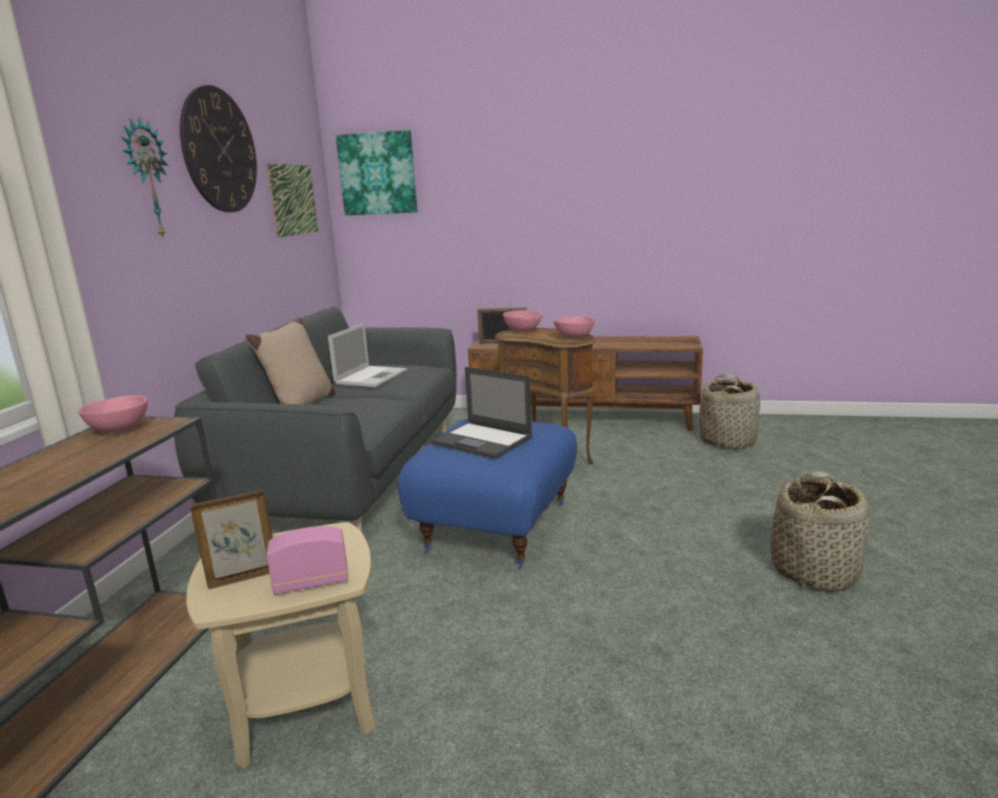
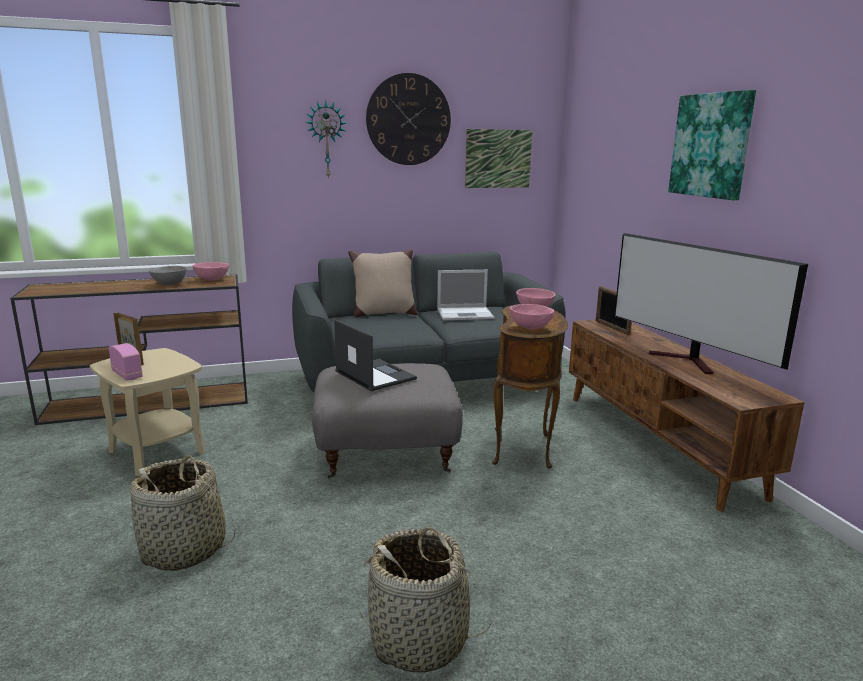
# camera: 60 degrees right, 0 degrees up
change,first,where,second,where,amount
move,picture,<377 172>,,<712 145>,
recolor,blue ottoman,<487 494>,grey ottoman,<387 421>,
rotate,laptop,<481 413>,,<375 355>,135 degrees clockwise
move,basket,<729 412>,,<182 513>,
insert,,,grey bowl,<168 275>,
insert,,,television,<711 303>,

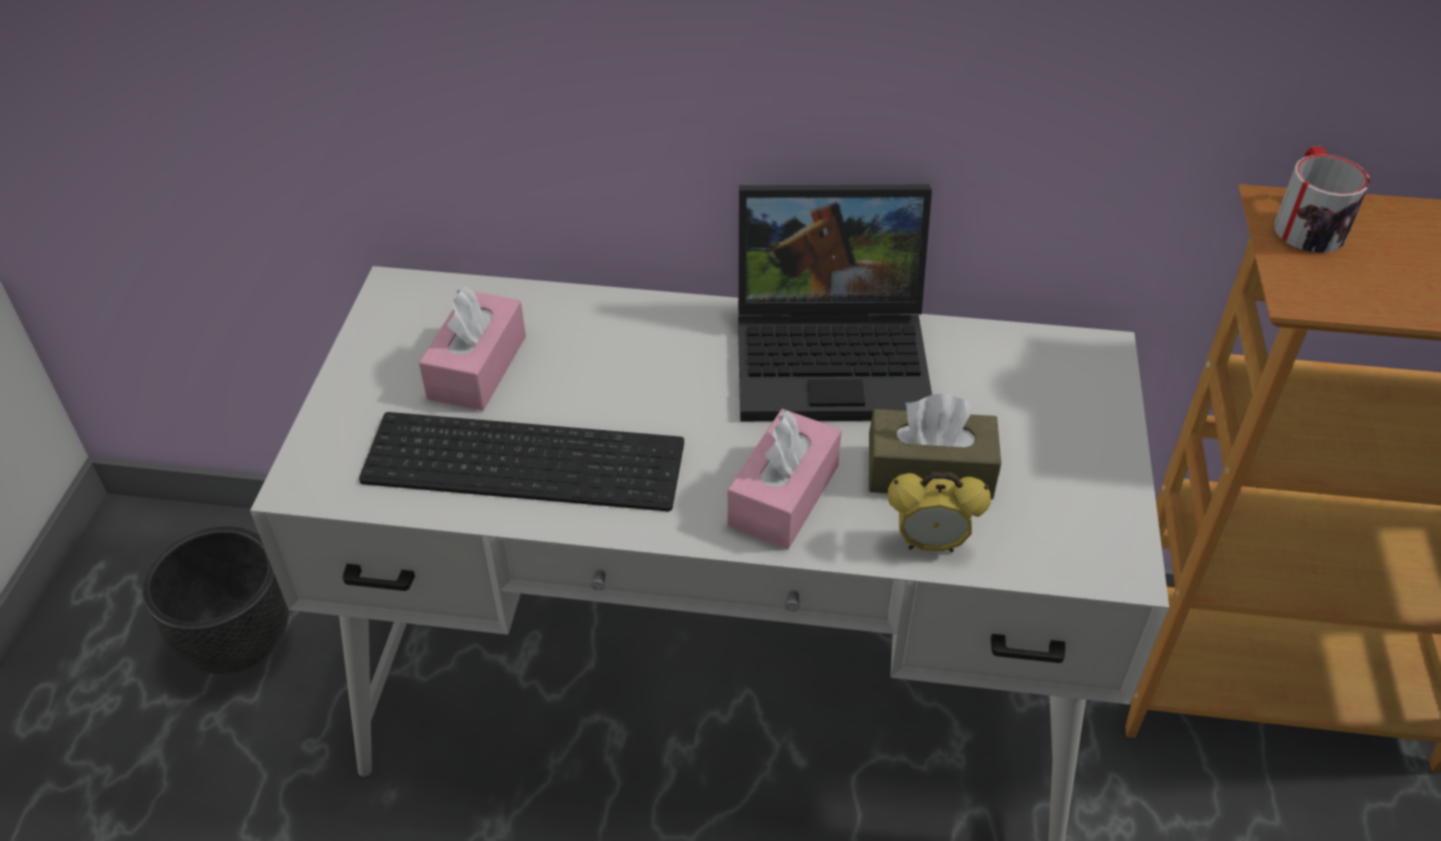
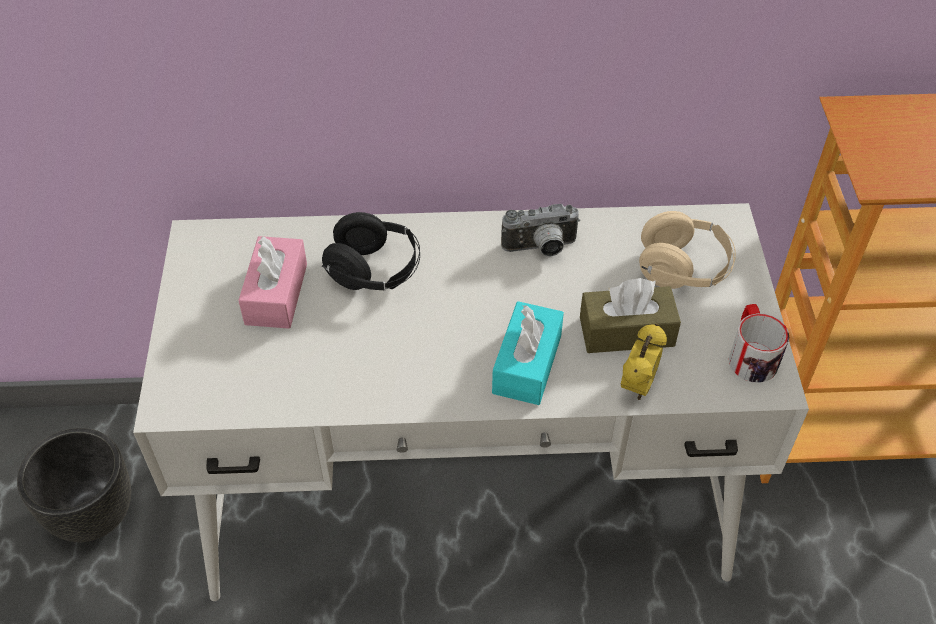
# camera: 10 degrees left, 5 degrees up
change,first,where,second,where,amount
delete,keyboard,<521 461>,,,
recolor,pink tissue box,<784 479>,turquoise tissue box,<528 353>,
replace,laptop,<835 303>,photo camera,<540 230>,
rotate,alarm clock,<939 512>,,<644 361>,60 degrees counterclockwise
move,mug,<1322 199>,,<759 343>,
insert,,,black headphones,<371 251>,
insert,,,beige headphones,<687 250>,

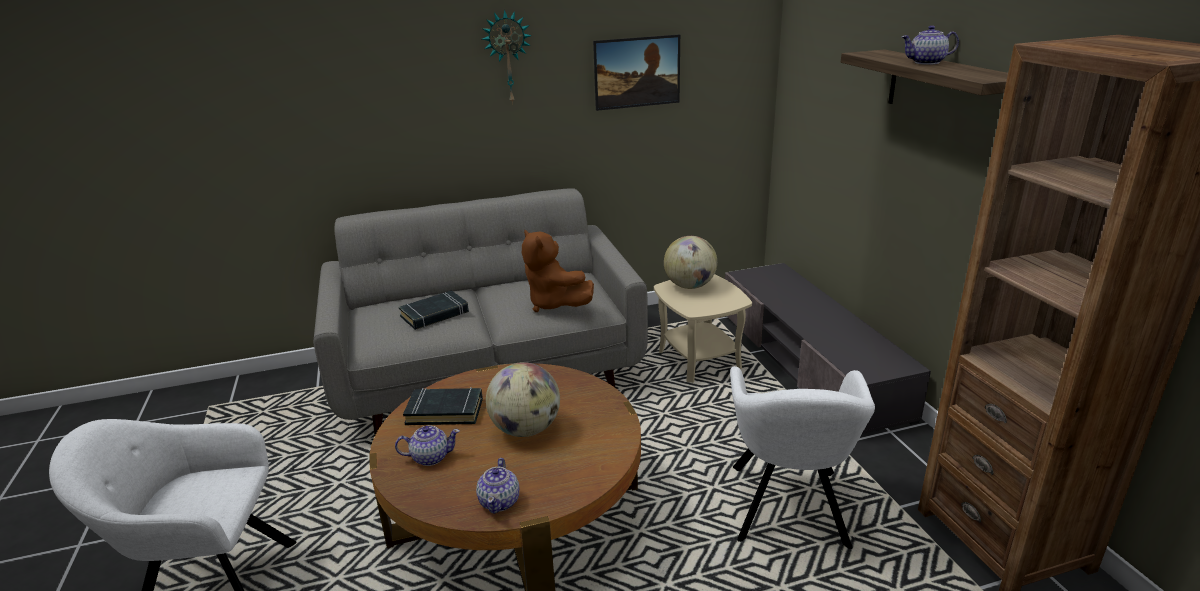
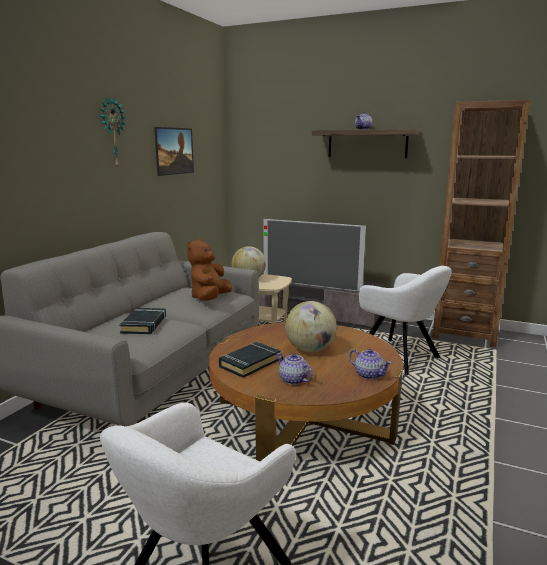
# camera: 50 degrees left, 10 degrees down
change,first,where,second,where,amount
rotate,teapot,<427 446>,,<294 369>,75 degrees counterclockwise
rotate,brown plush toy,<558 271>,,<209 270>,105 degrees clockwise
insert,,,television,<314 255>,

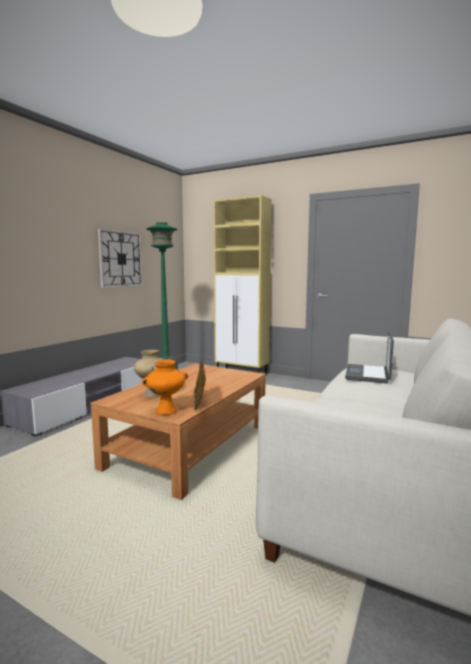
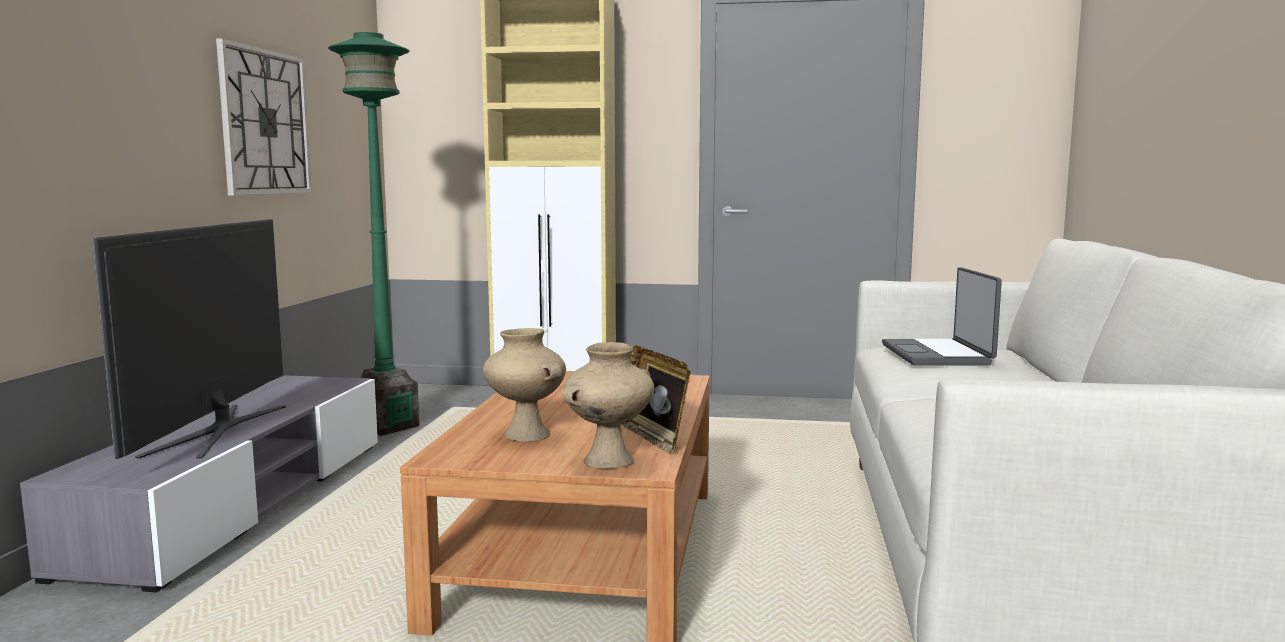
# camera: 20 degrees left, 0 degrees up
change,first,where,second,where,amount
recolor,orange vase,<165 387>,beige vase,<608 405>,
insert,,,television,<189 339>,

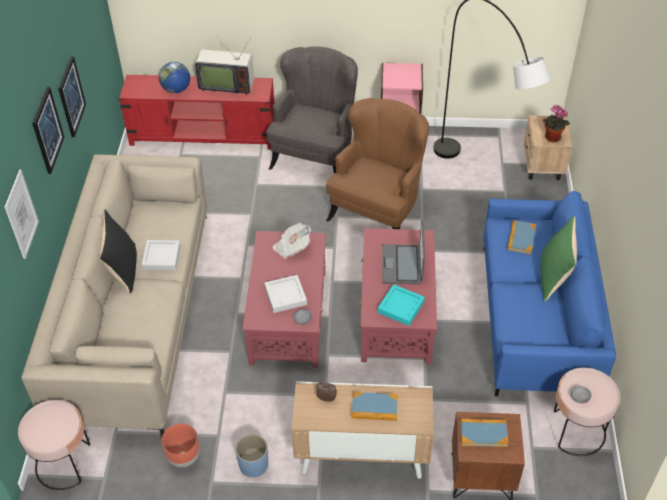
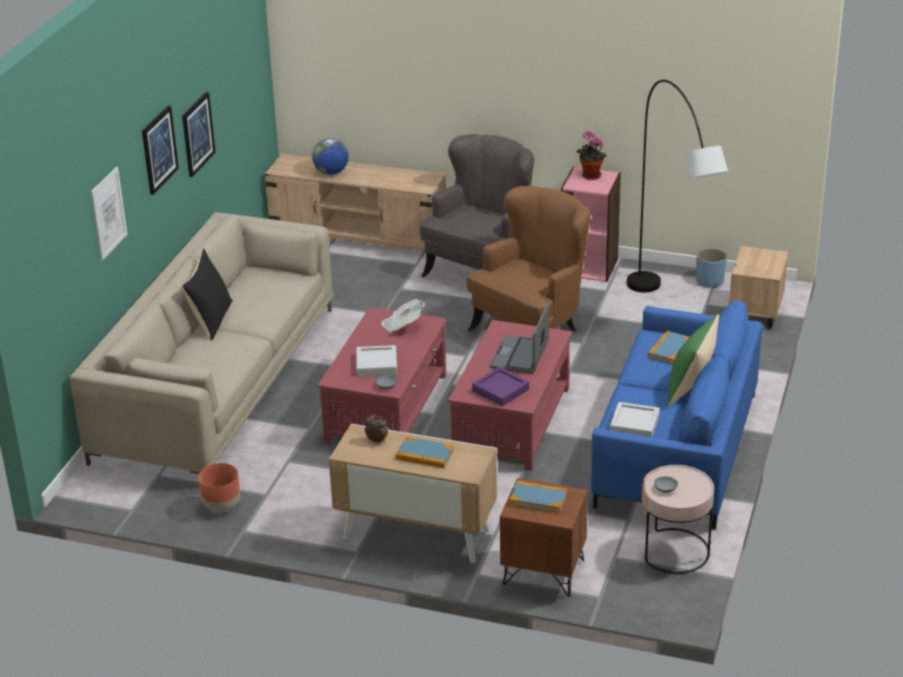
# camera: 15 degrees right, 15 degrees down
change,first,where,second,where,amount
delete,pink side table,<54 445>,,,
recolor,red tv stand,<196 112>,beige tv stand,<355 202>,
move,grey tray,<161 255>,,<635 419>,
delete,television,<224 65>,,,
move,blue planter,<251 455>,,<711 268>,
recolor,turquoise tray,<401 305>,purple tray,<500 386>,
move,potted plant,<556 123>,,<591 155>,

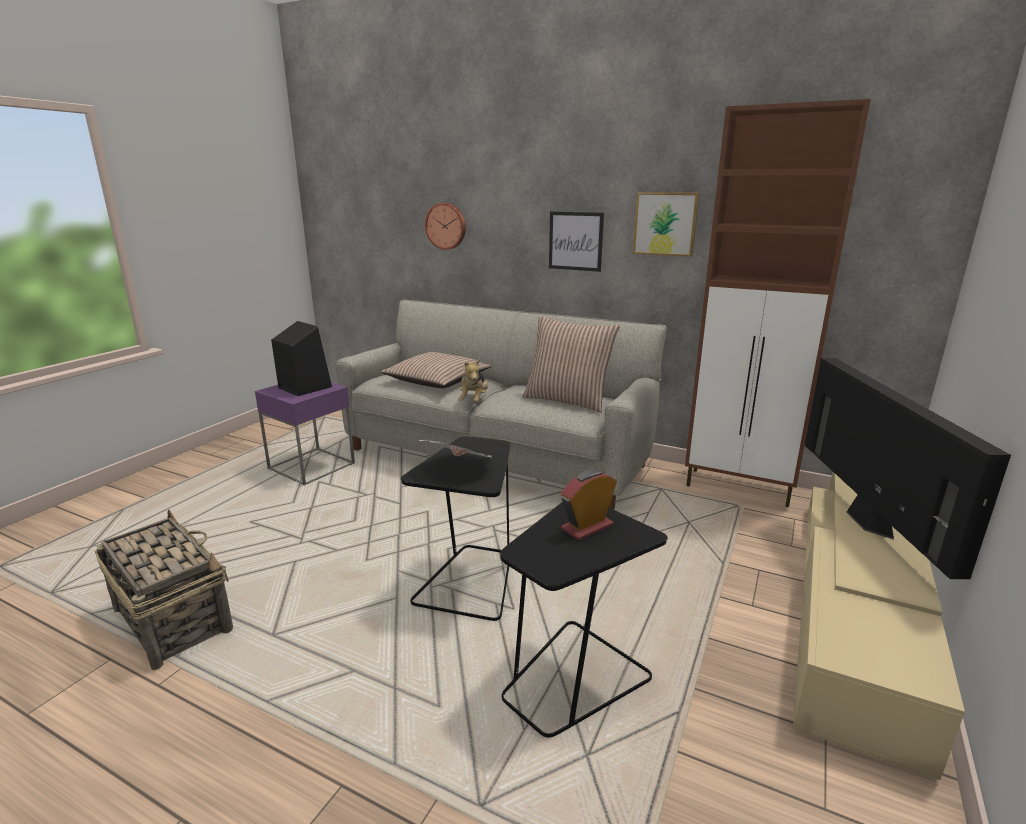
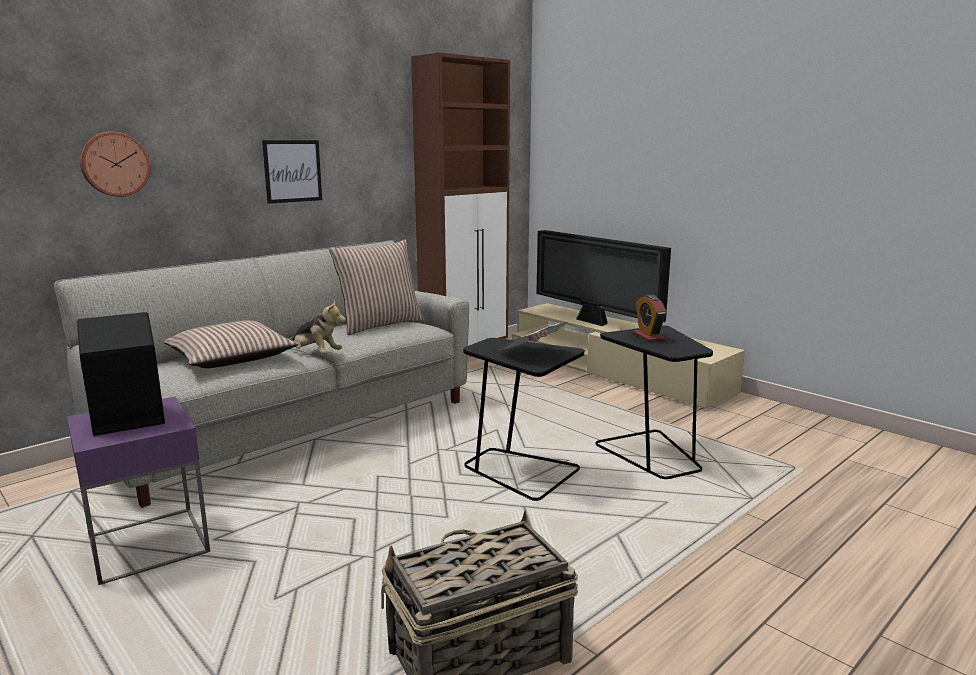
# camera: 70 degrees left, 5 degrees down
change,first,where,second,where,amount
delete,picture,<666 224>,,,
rotate,television,<907 468>,,<603 278>,150 degrees counterclockwise

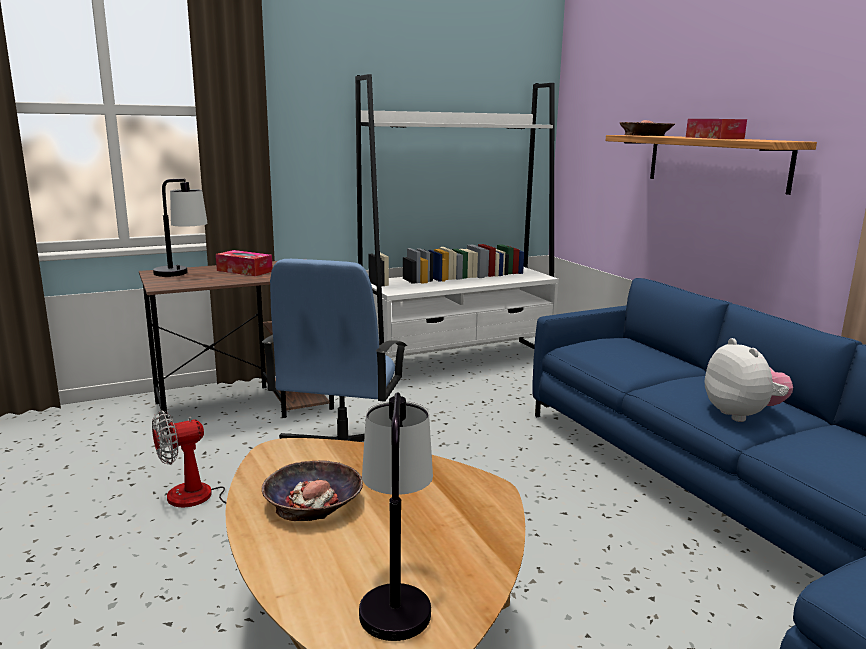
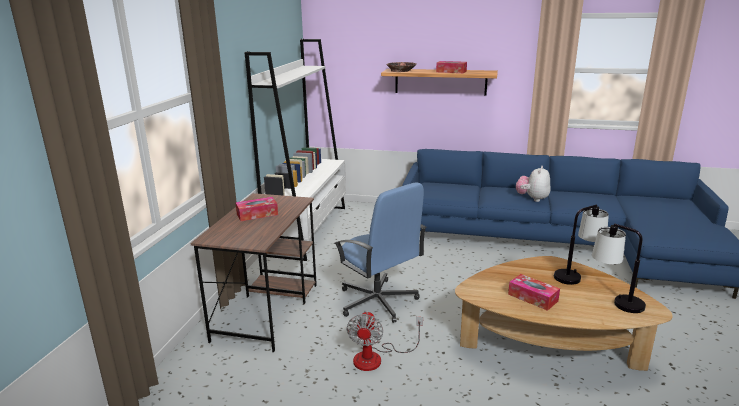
# camera: 50 degrees left, 5 degrees up
change,first,where,second,where,amount
move,table lamp,<180 228>,,<581 245>,
replace,bowl,<312 490>,tissue box,<534 292>,
rotate,plush toy,<749 380>,,<533 184>,90 degrees counterclockwise

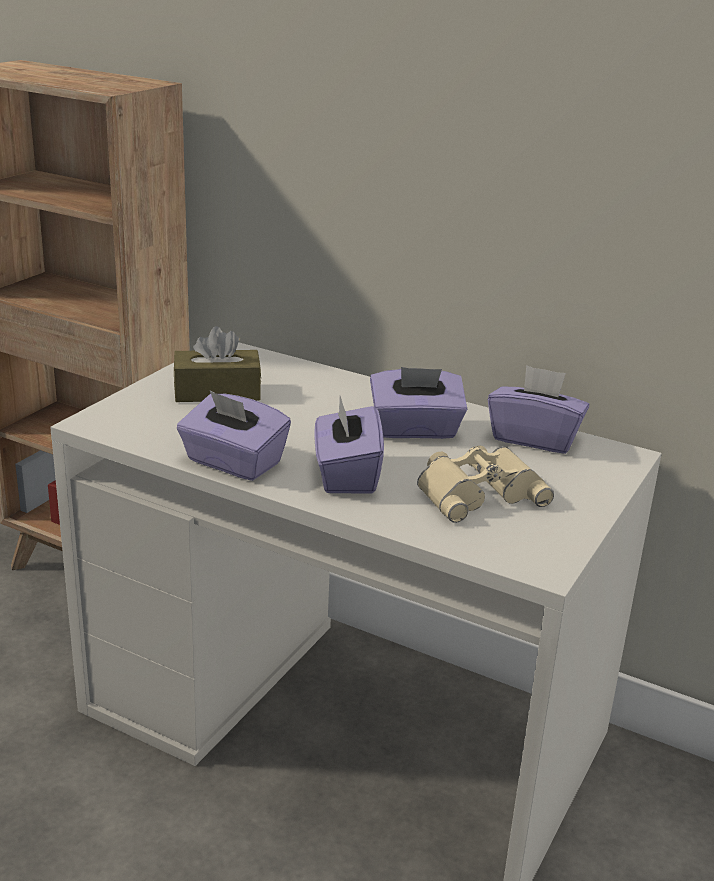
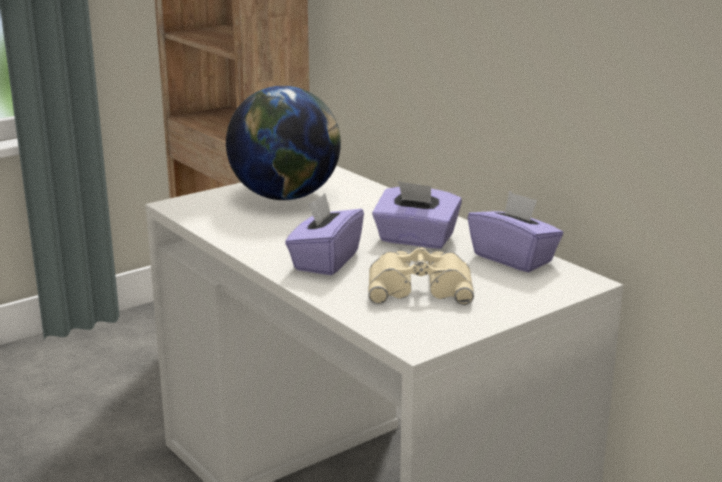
# camera: 25 degrees right, 5 degrees down
change,first,where,second,where,amount
replace,brown tissue box,<217 364>,globe,<283 143>,
delete,purple tissue box,<234 436>,,,

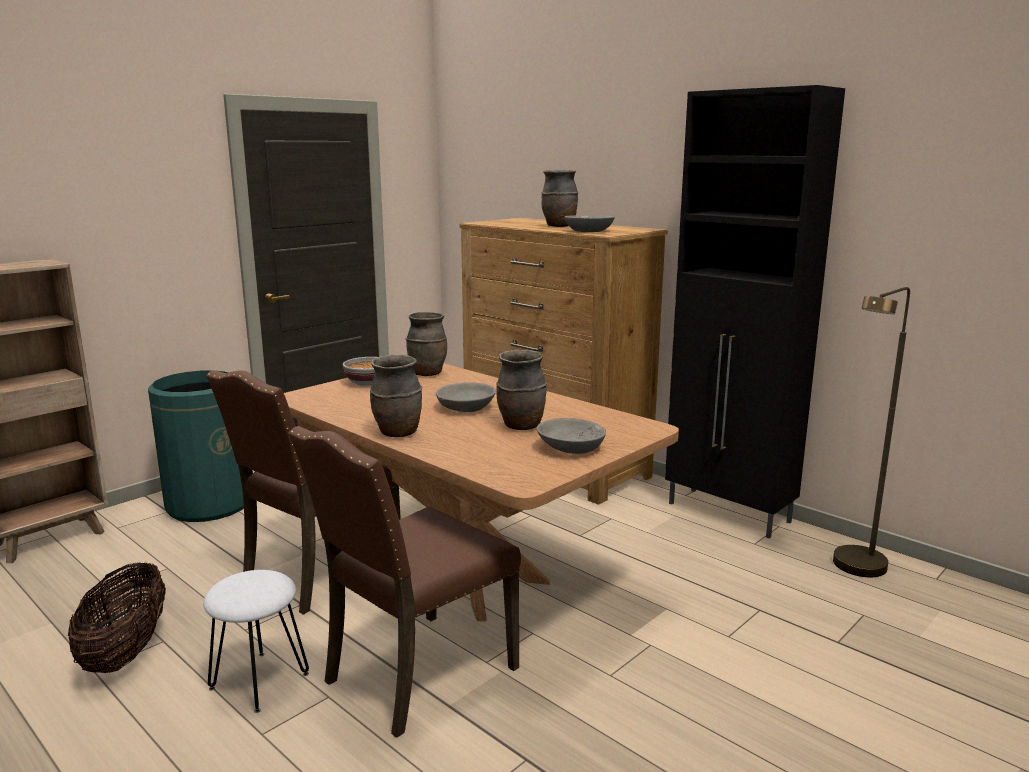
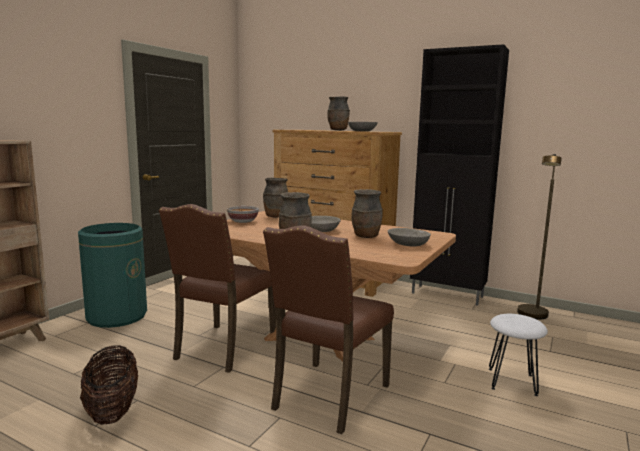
# camera: 15 degrees left, 5 degrees down
change,first,where,second,where,amount
move,white stool,<256 641>,,<518 355>,

